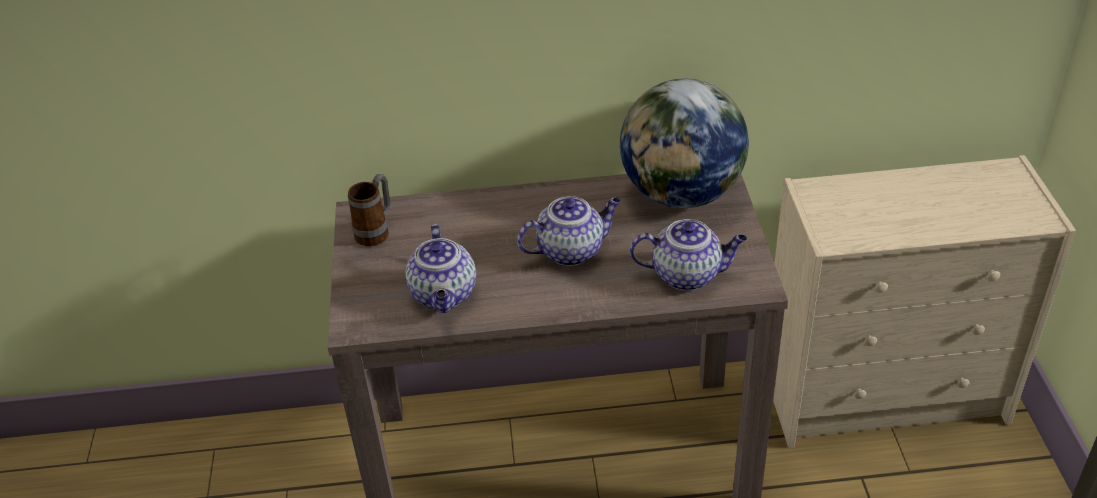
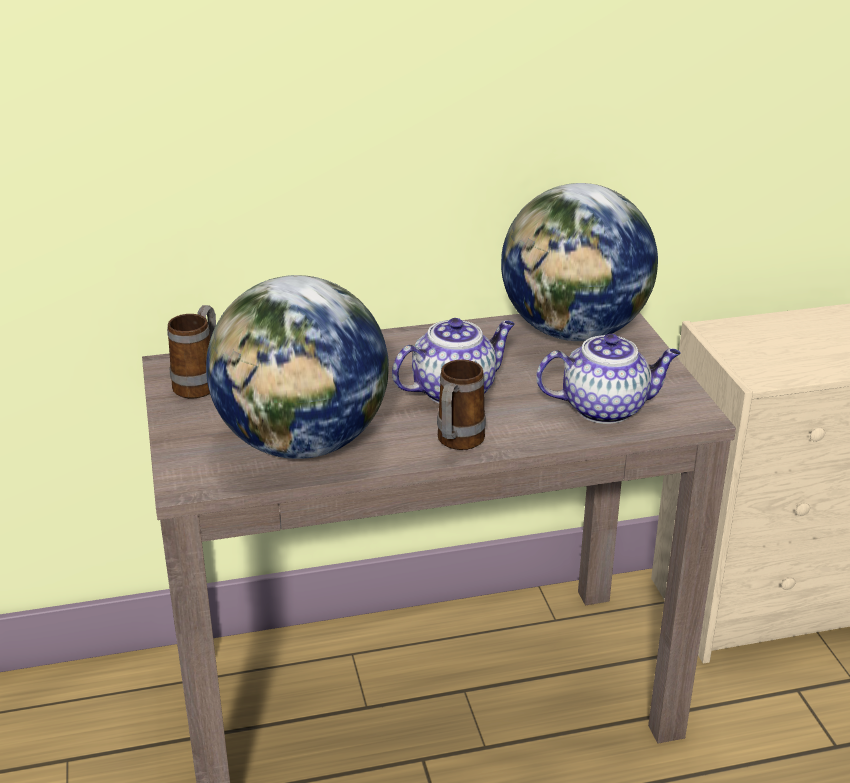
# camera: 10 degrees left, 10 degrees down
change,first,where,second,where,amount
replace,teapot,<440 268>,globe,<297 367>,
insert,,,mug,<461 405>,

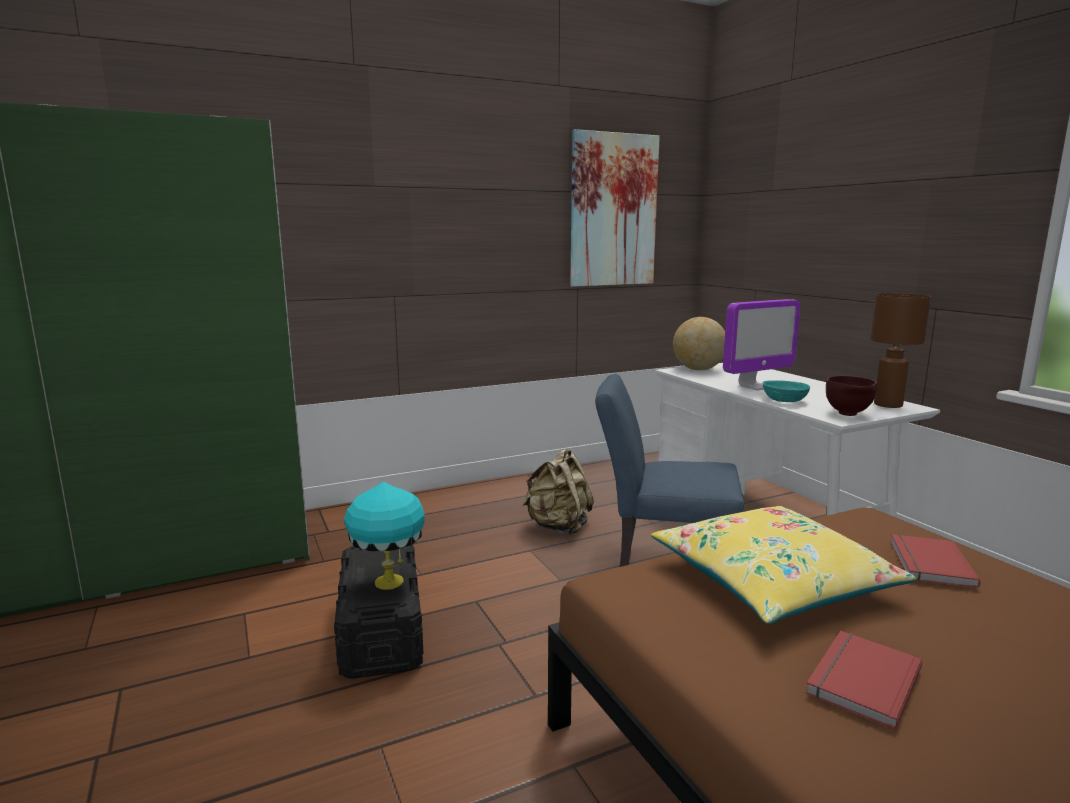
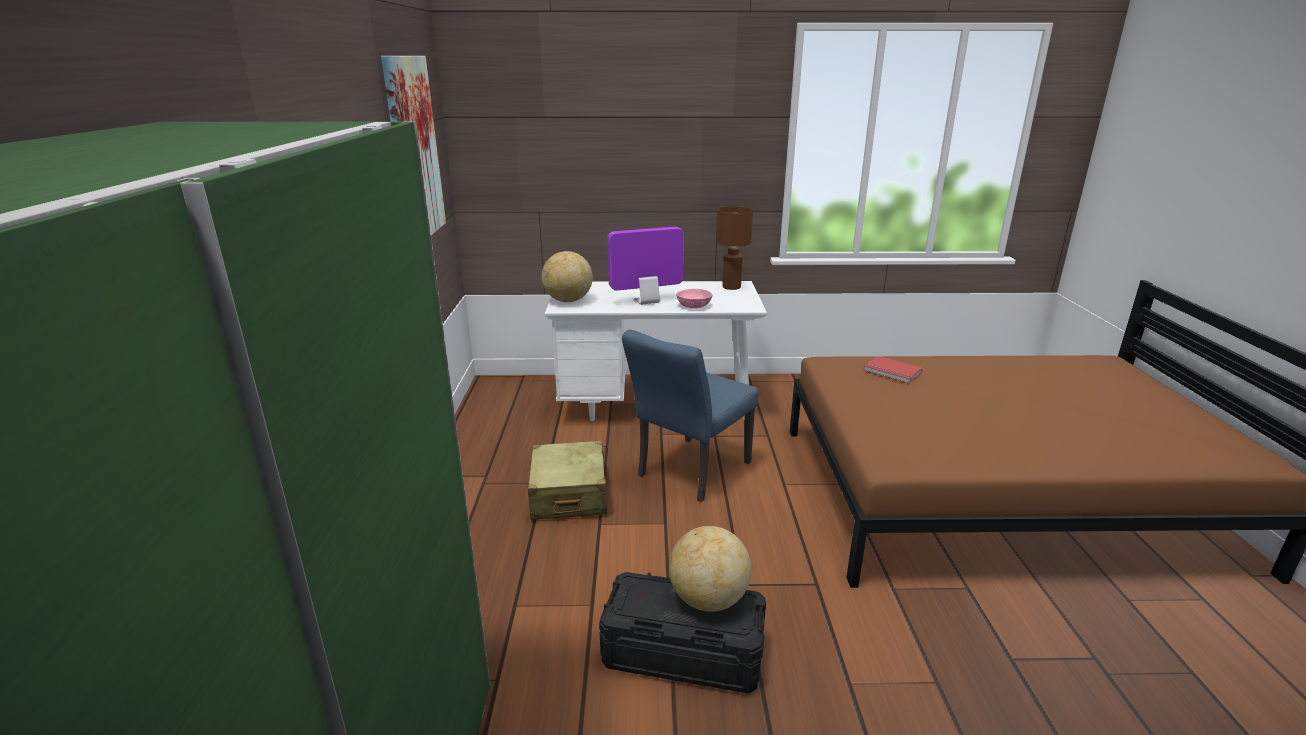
# camera: 65 degrees left, 10 degrees up
change,first,where,second,where,amount
replace,turquoise table lamp,<384 535>,globe,<710 569>,
replace,beige backpack,<558 492>,beige suitcase,<567 480>,
delete,yellow pillow,<783 565>,,,
rotate,monitor,<761 344>,,<646 266>,105 degrees counterclockwise
recolor,turquoise bowl,<786 391>,pink bowl,<694 298>,
delete,red book,<864 680>,,,
delete,brown bowl,<851 396>,,,

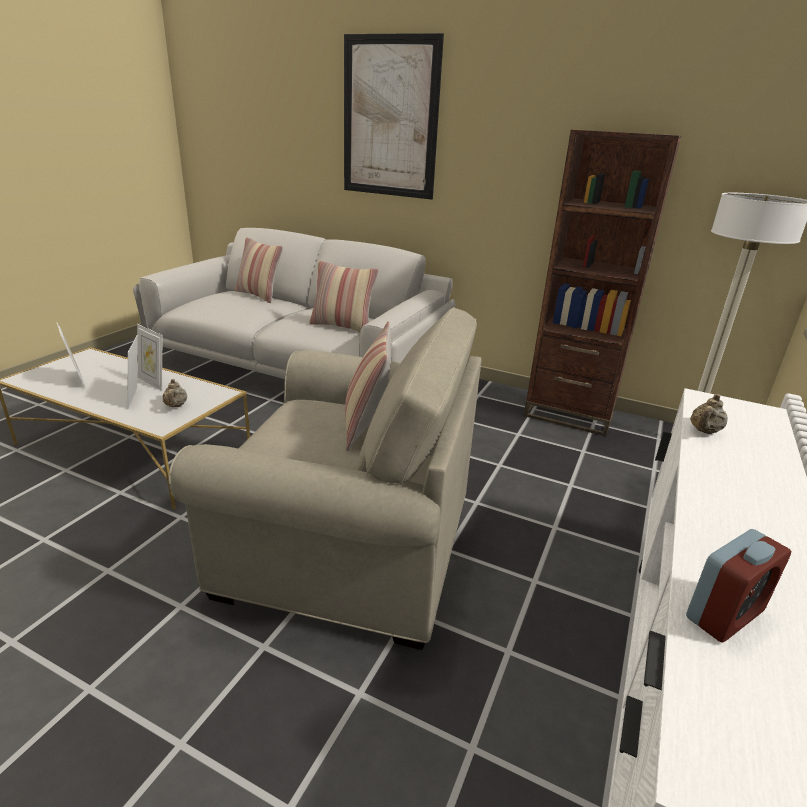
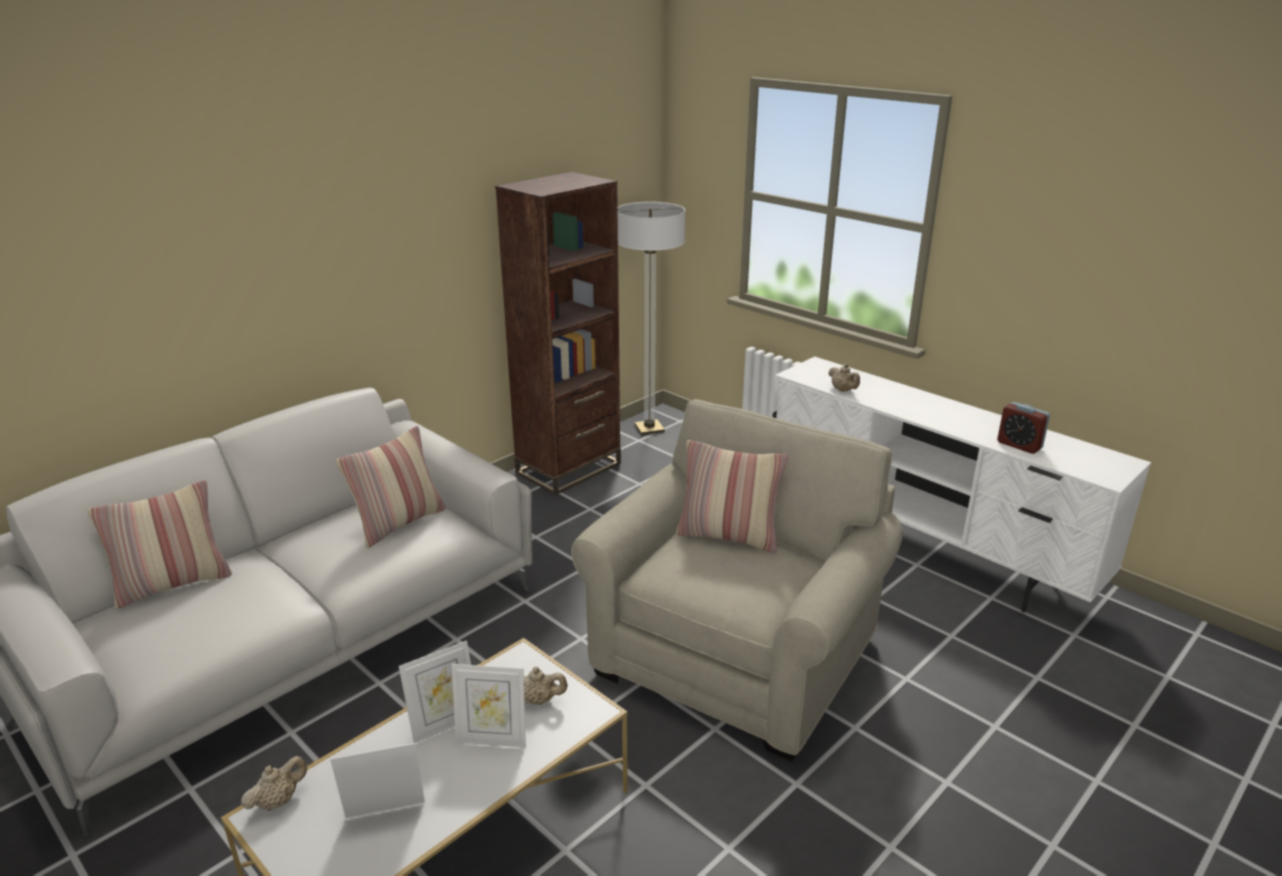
# camera: 70 degrees left, 0 degrees up
change,first,where,second,where,amount
delete,picture,<394 116>,,,
rotate,alarm clock,<738 586>,,<1023 428>,150 degrees clockwise
insert,,,beige teapot,<274 783>,

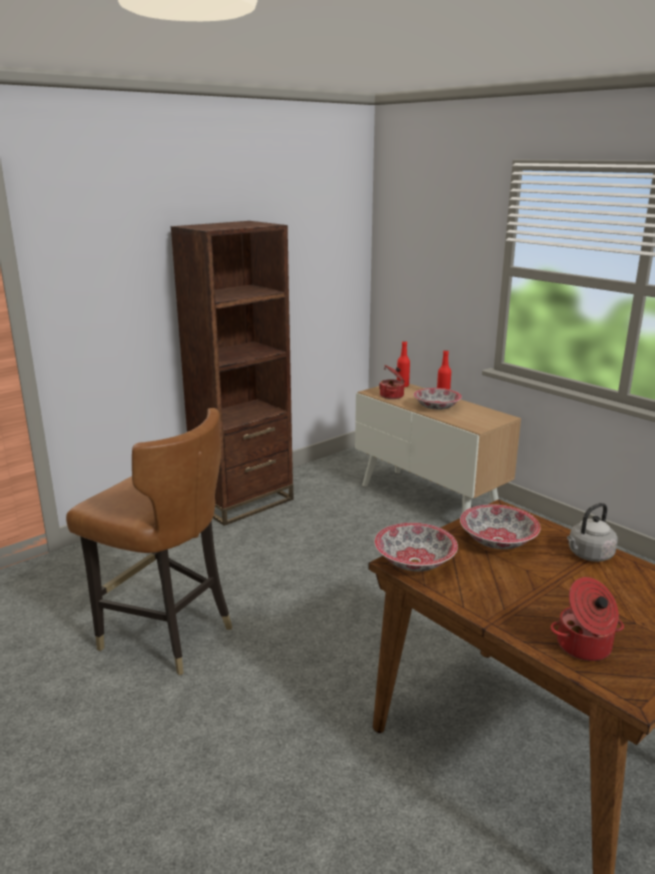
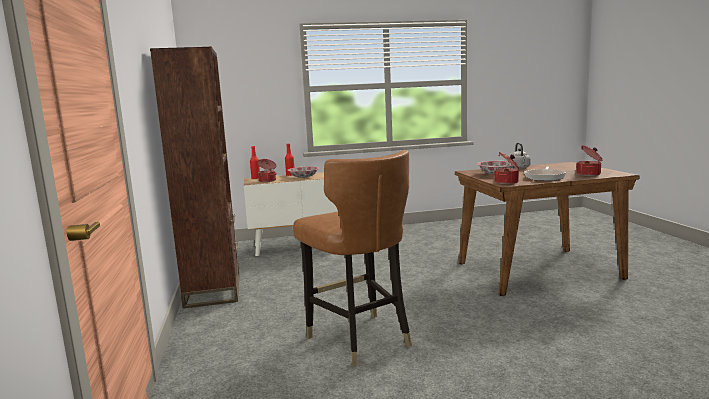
# camera: 60 degrees left, 10 degrees down
change,first,where,second,where,amount
rotate,brown chair,<149 541>,,<352 258>,90 degrees clockwise
replace,bowl,<416 547>,cooking pot,<506 168>,
insert,,,frying pan,<545 173>,

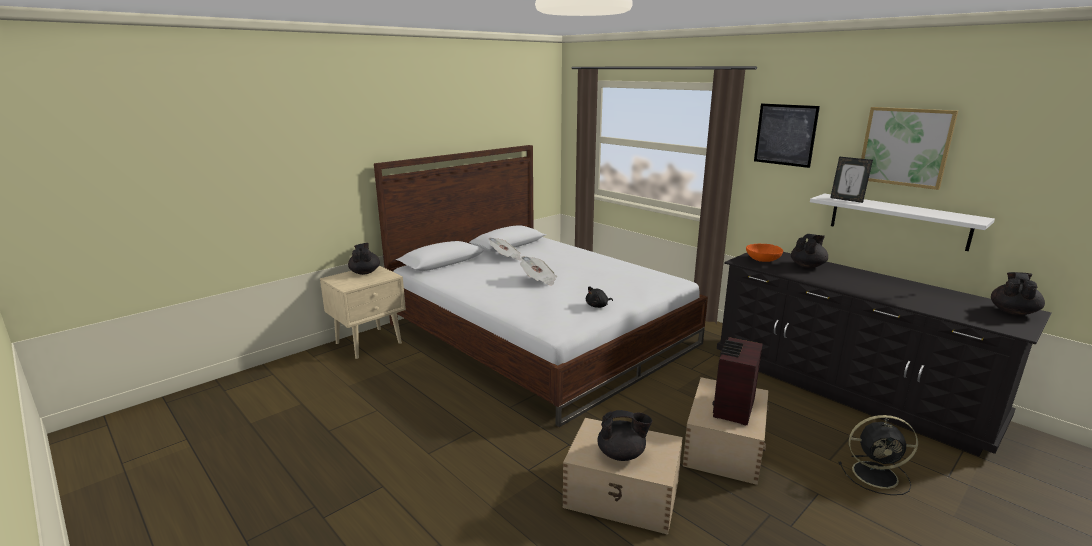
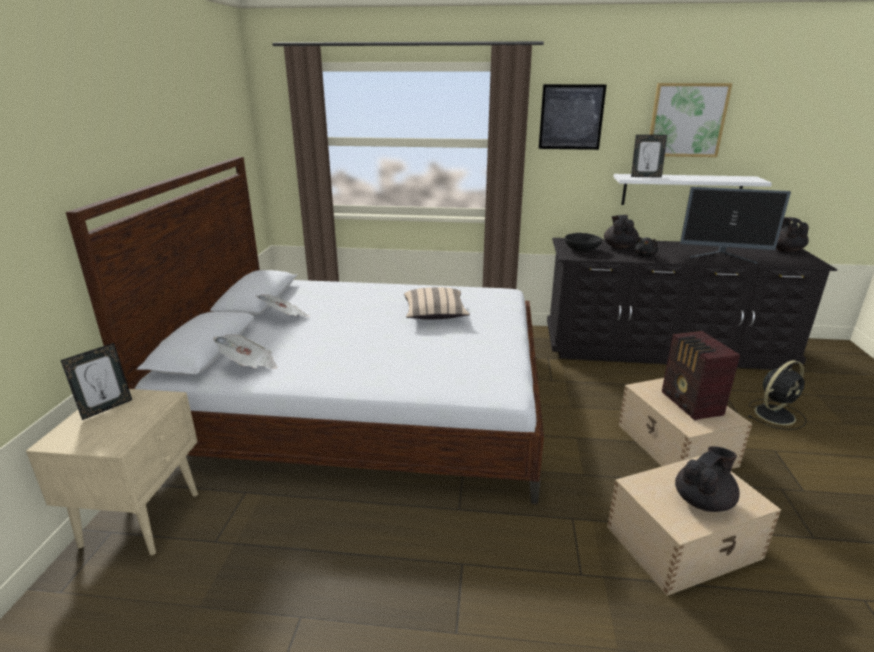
# camera: 40 degrees left, 5 degrees up
change,first,where,second,where,amount
replace,black teapot,<364 259>,picture frame,<96 381>,
move,newspaper,<538 271>,,<245 351>,
move,black plush toy,<599 297>,,<645 247>,
recolor,orange bowl,<764 253>,black bowl,<583 242>,
insert,,,beige pillow,<437 303>,
insert,,,monitor,<735 225>,

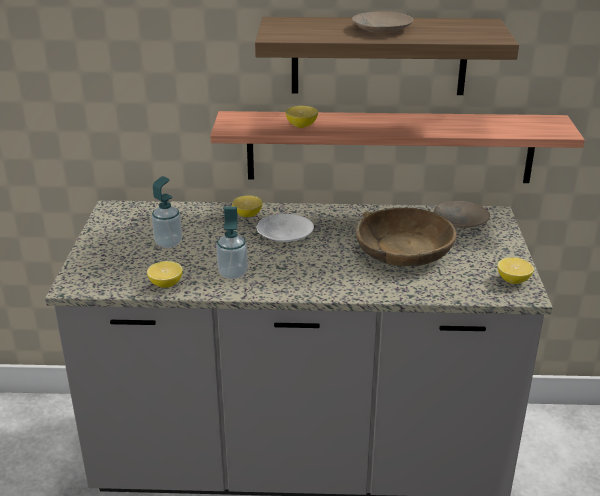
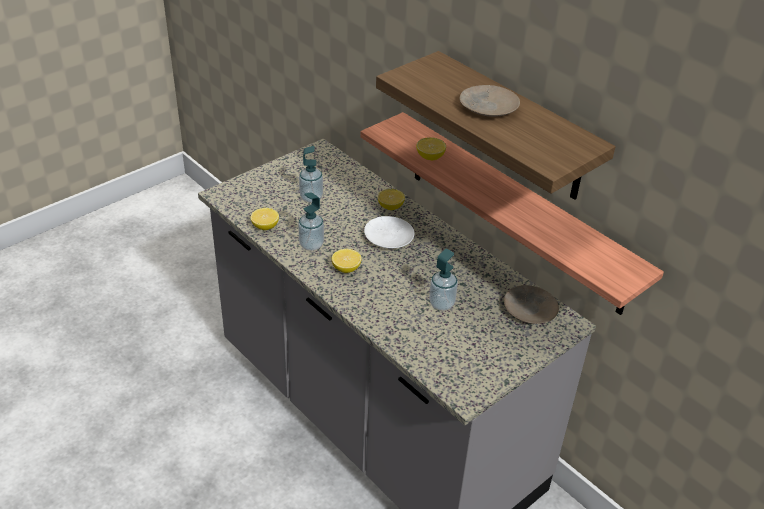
# camera: 45 degrees right, 10 degrees up
change,first,where,second,where,amount
replace,brown bowl,<406 237>,soap dispenser,<443 280>,
move,lemon,<516 270>,,<346 261>,

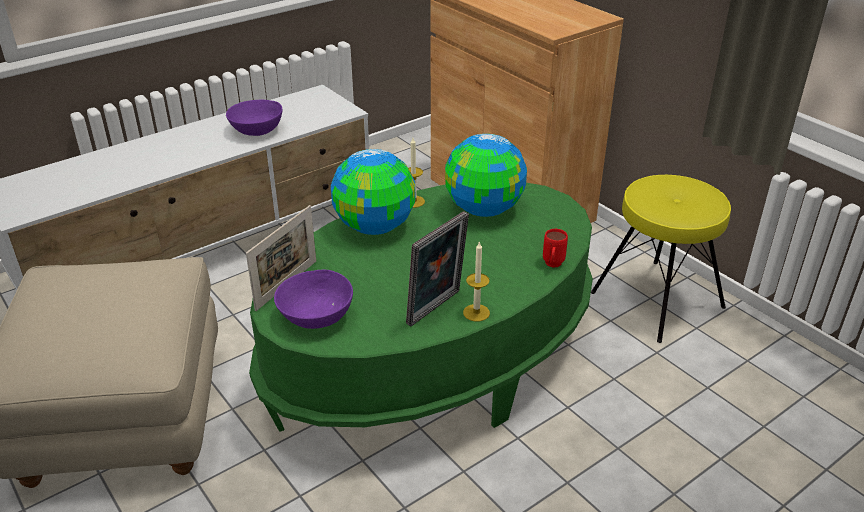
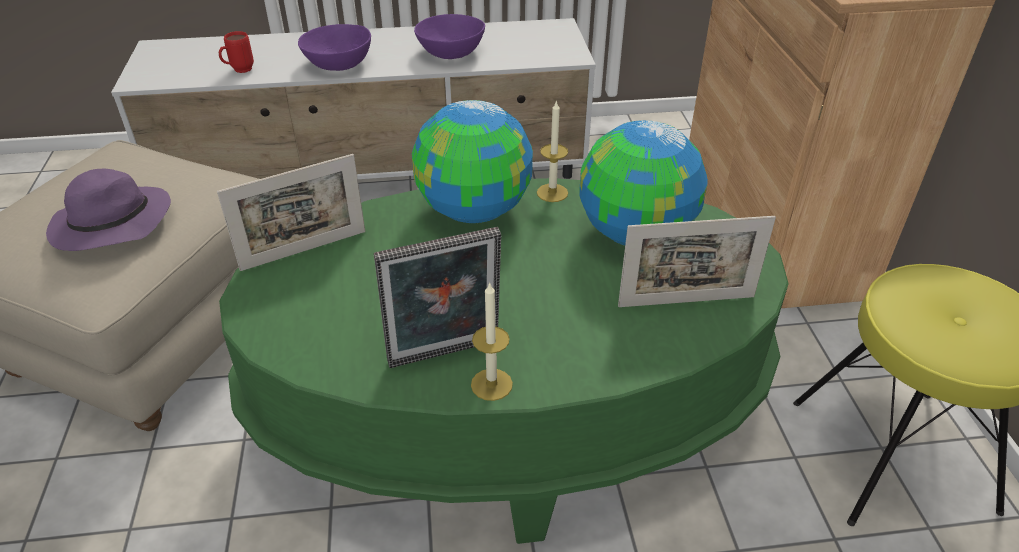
# camera: 30 degrees right, 5 degrees up
change,first,where,second,where,amount
move,purple bowl,<313 299>,,<334 47>,
move,red mug,<555 248>,,<236 52>,
insert,,,purple hat,<108 210>,
insert,,,picture frame,<697 261>,

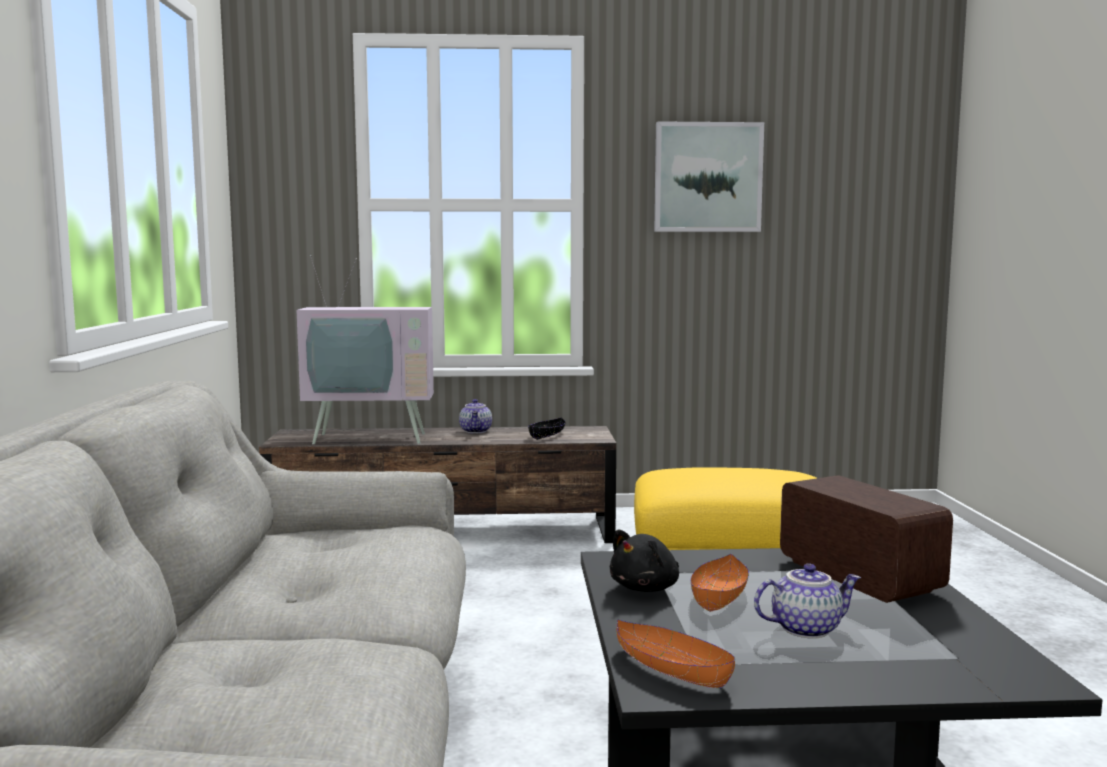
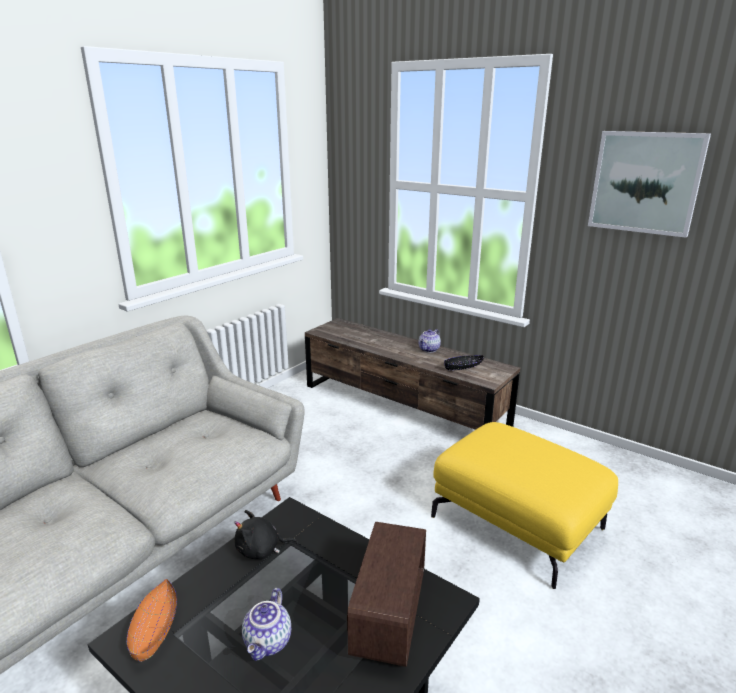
# camera: 40 degrees right, 15 degrees up
change,first,where,second,where,amount
delete,television,<365 349>,,,
delete,orange bowl,<719 583>,,,
rotate,teapot,<807 601>,,<266 624>,75 degrees clockwise

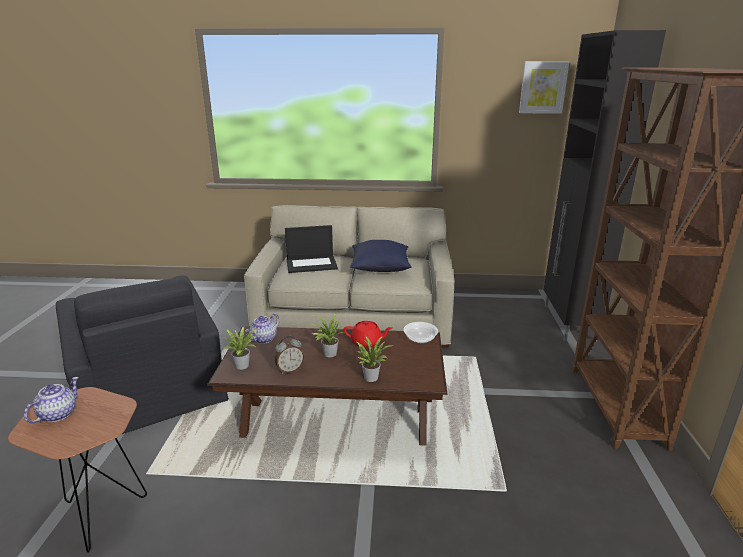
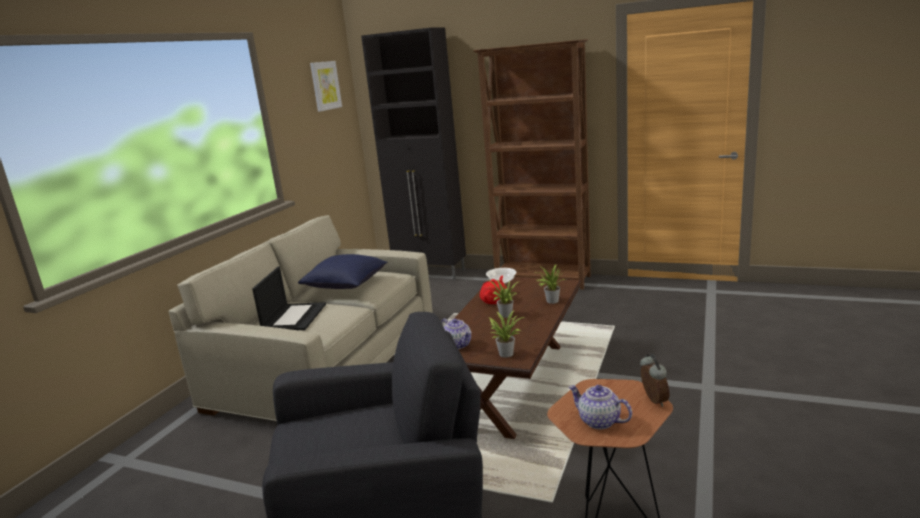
# camera: 70 degrees left, 5 degrees down
change,first,where,second,where,amount
move,alarm clock,<289 355>,,<654 380>,

